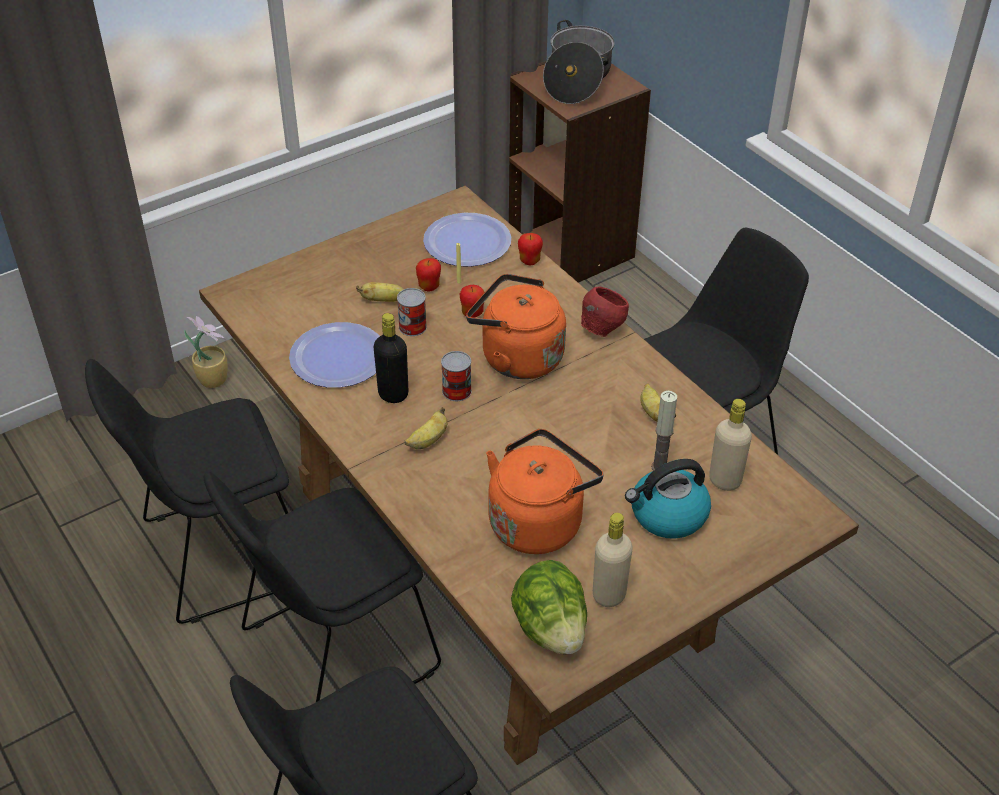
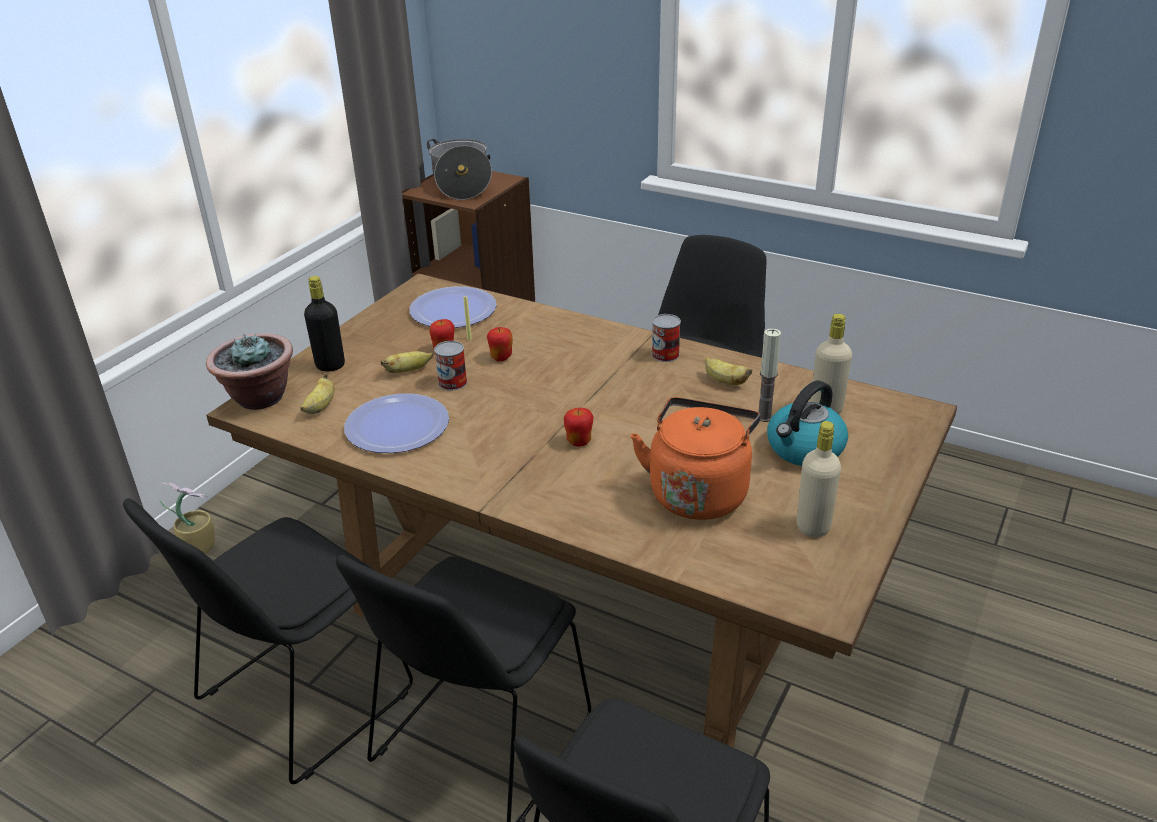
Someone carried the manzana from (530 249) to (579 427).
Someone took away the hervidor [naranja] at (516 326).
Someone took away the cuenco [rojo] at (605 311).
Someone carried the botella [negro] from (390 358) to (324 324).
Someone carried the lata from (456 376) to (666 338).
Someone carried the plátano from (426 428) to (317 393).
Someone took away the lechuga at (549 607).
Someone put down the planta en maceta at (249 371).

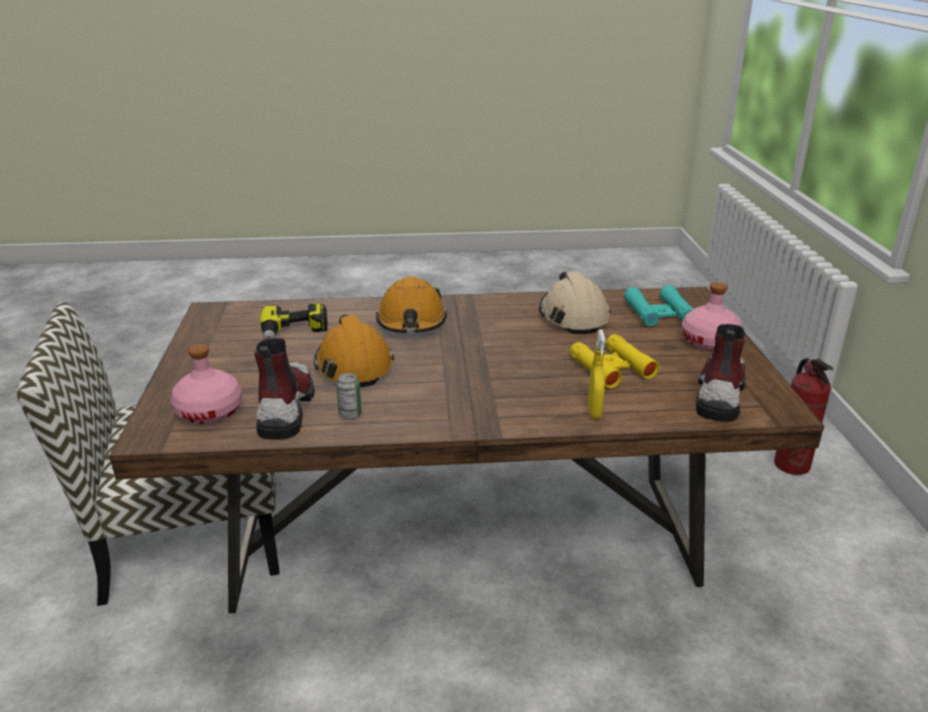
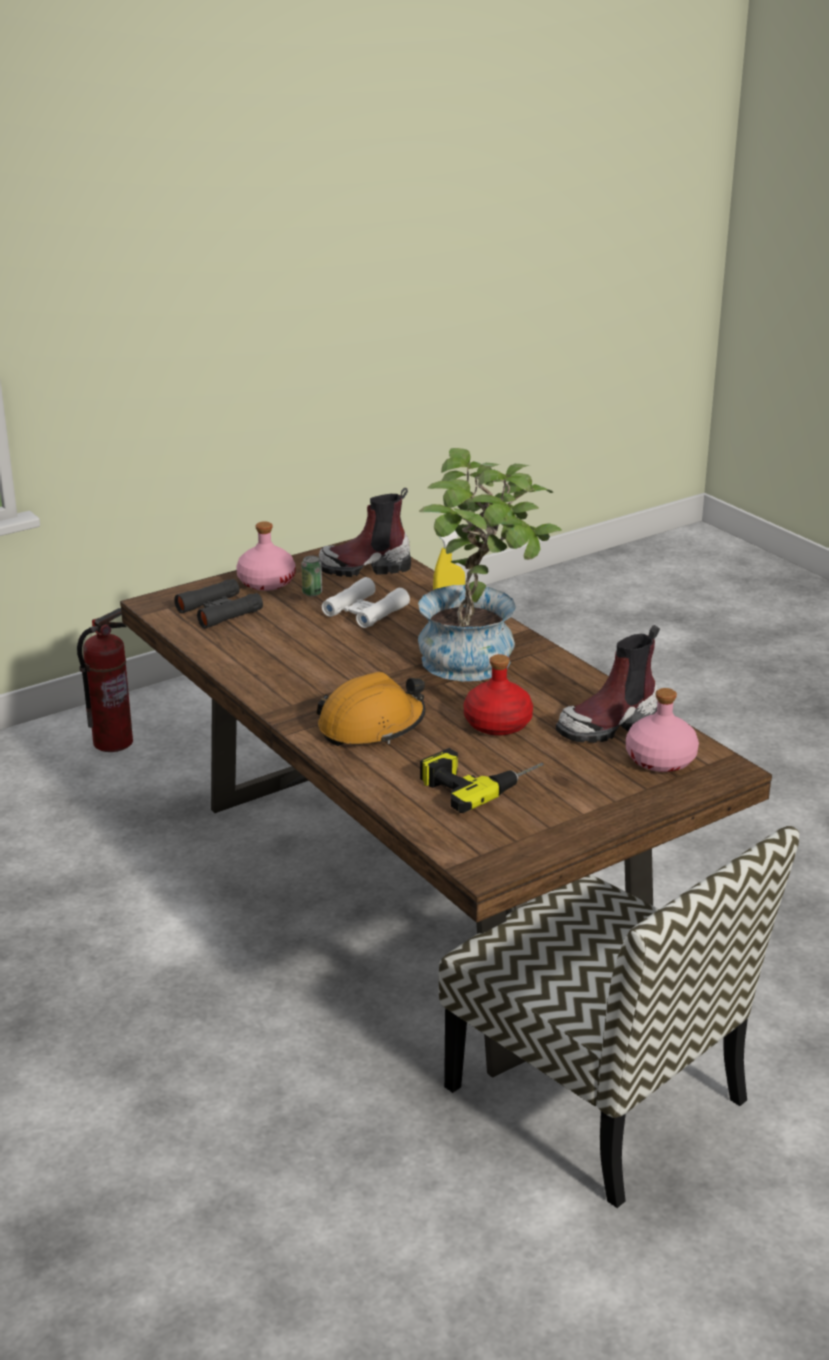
Someone took away the casco [beis] at (575 302).
Someone repainted the prismáticos [turquesa] at (659 305), which became the prismáticos [negro] at (218 604).
Someone swapped the casco [naranja] at (354 351) for the botella [rojo] at (498 695).
Someone repainted the prismáticos [amarillo] at (614 361), which became the prismáticos [blanco] at (366 602).
Someone carried the lata from (349 396) to (311 576).
Someone put down the planta en maceta at (490 564).

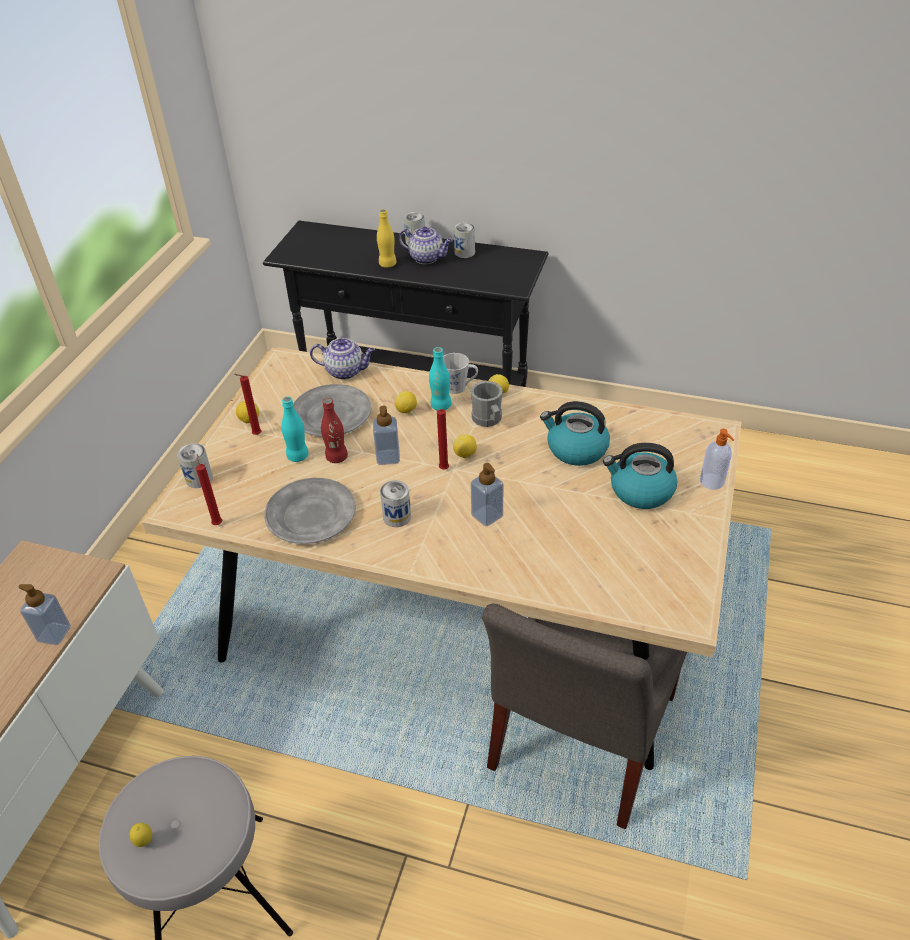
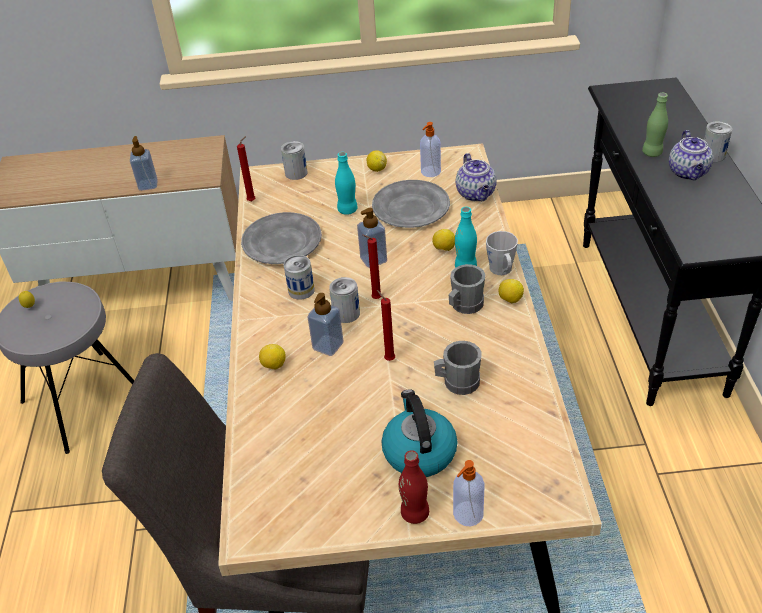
Someone repainted the botella [amarillo] at (386 238), which became the botella [verde] at (655 125).
Someone carried the lata from (464 240) to (344 300).
Someone carried the vela [rojo] from (247 404) to (386 325).
Someone carried the botella [rojo] from (334 430) to (414 487).
Someone swapped the hervidor at (575 433) for the taza grande [gris] at (458 368).
Someone carried the limón from (465 446) to (272 357).
Someone put down the dispensador de jabón at (430 149).

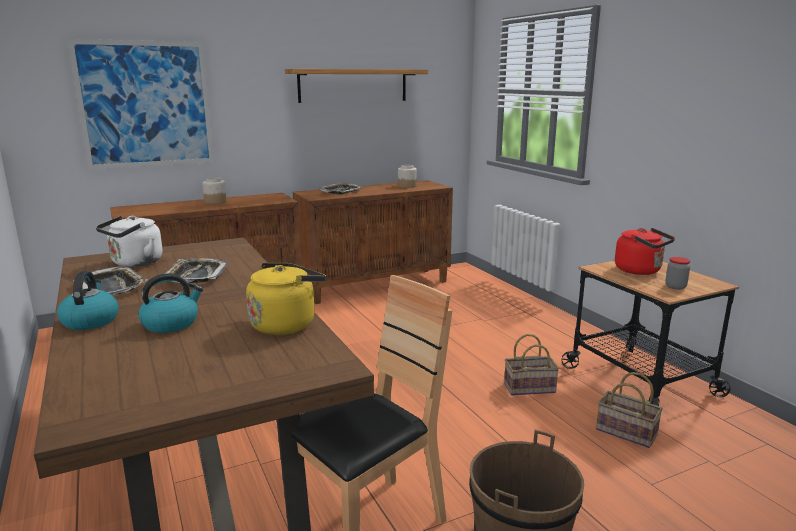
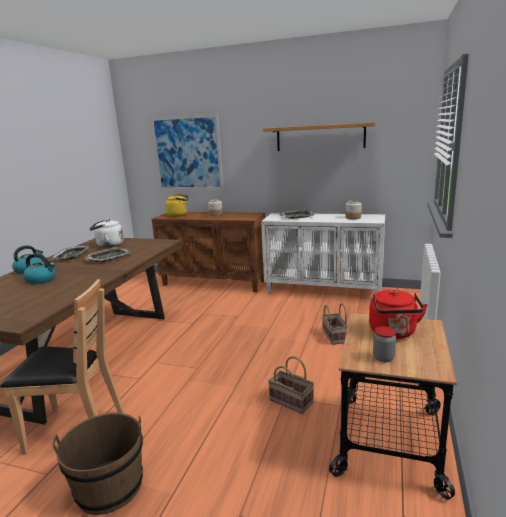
Someone repainted the armario [marrón] at (373 242), which became the armario [blanco] at (323 253).
Someone carried the hervidor [amarillo] from (286 299) to (177 205).
Someone carried the cesta from (629 410) to (335 324).

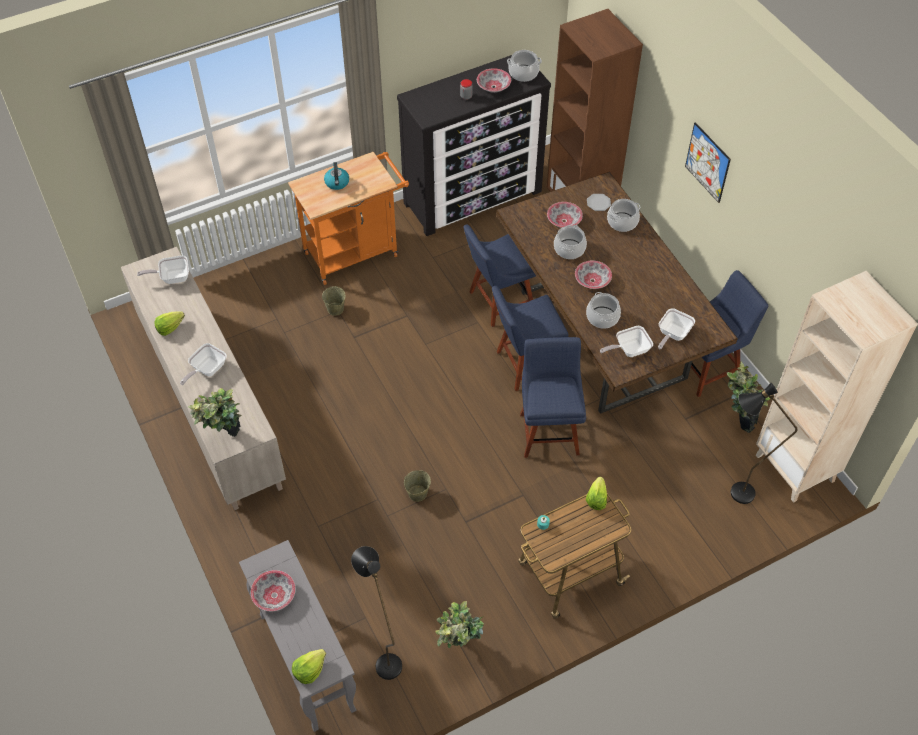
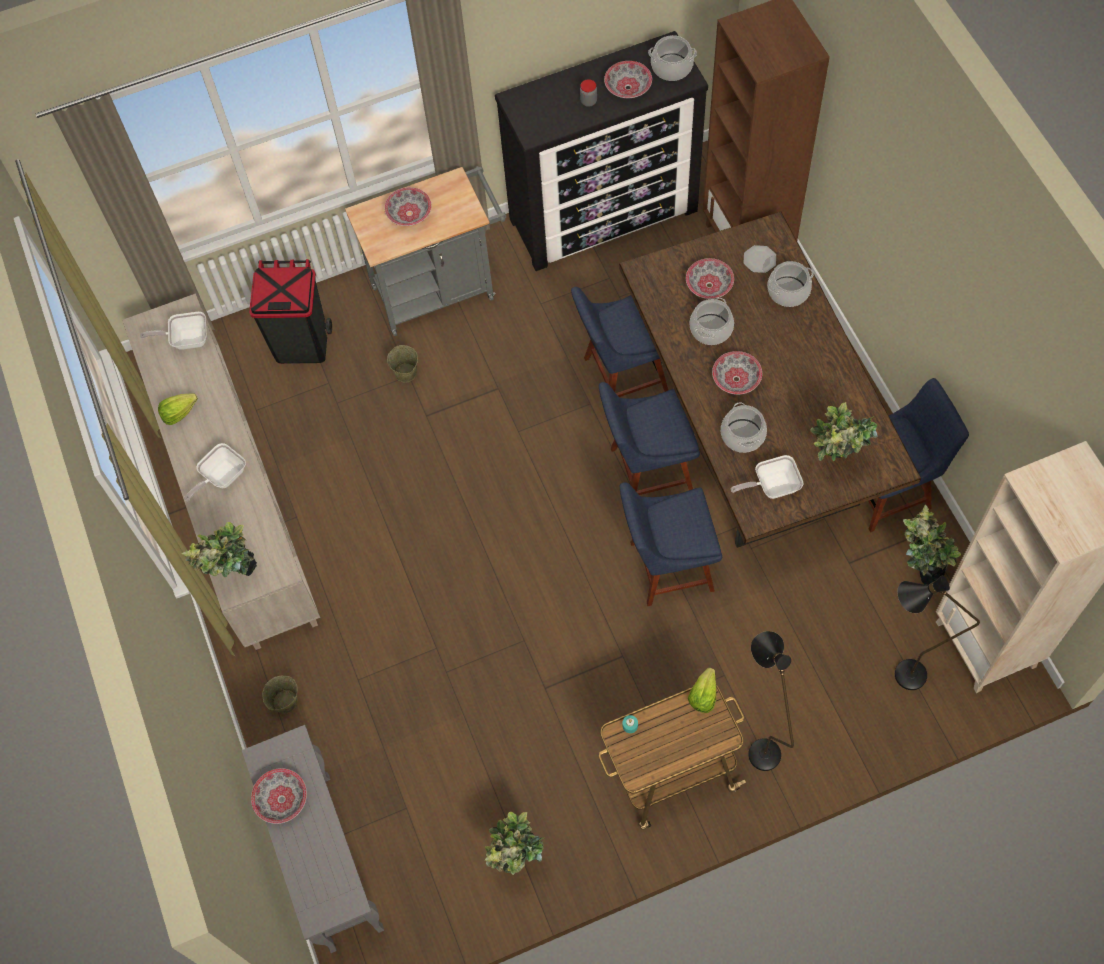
Someone took away the cuadro at (708 162).
Someone repainted the carrito [naranja] at (348 218), which became the carrito [gris] at (425 251).
Someone swapped the hervidor at (336 176) for the cuenco at (408 206).
Someone swapped the sartén at (676 328) for the planta en maceta at (844 431).
Someone rotated the silla [azul] at (553 397) by 105 degrees counterclockwise.
Someone carried the cubo [beis] from (417 486) to (280 695).
Someone carried the lámpara de pie [negro] from (376 613) to (771 701).
Someone took away the lechuga at (309 666).
Someone put down the papelera [negro] at (290 311).

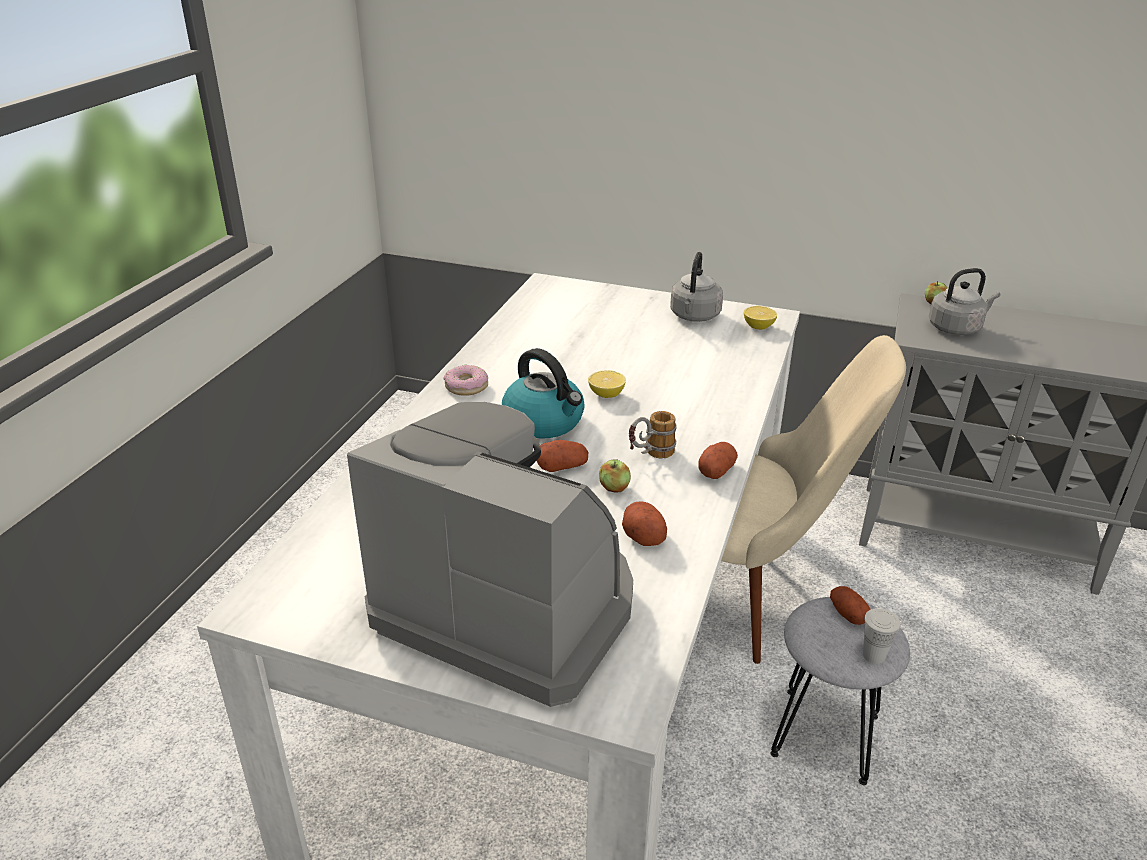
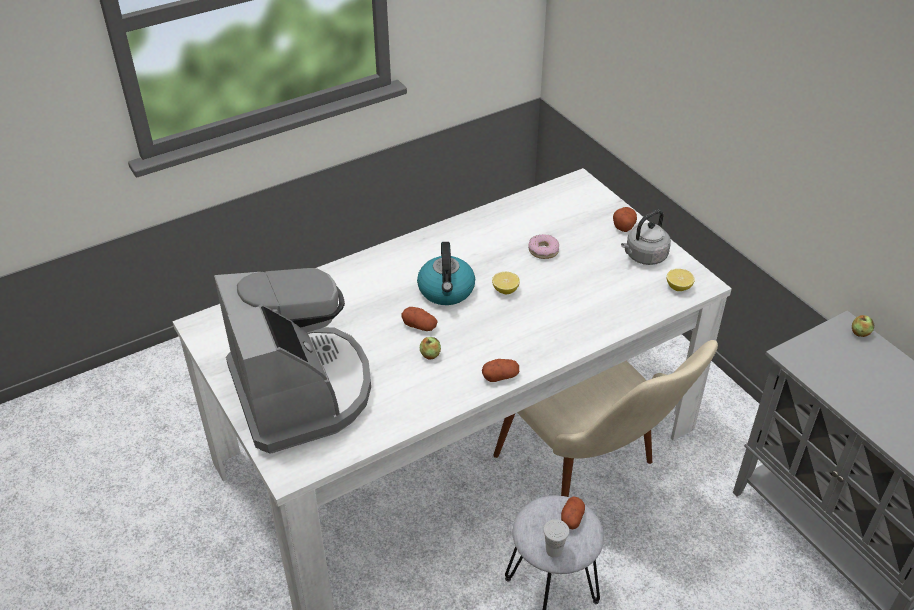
Someone took away the hervidor [gris] at (964 301).
Someone carried the rosquilla from (465 380) to (543 246).
Someone took away the taza grande at (653 434).
Someone carried the patata from (644 523) to (625 219).

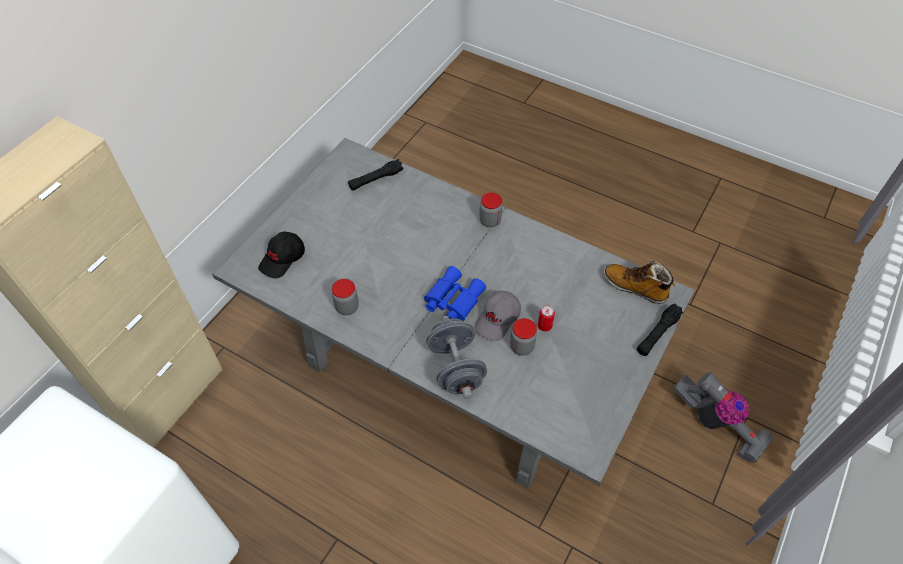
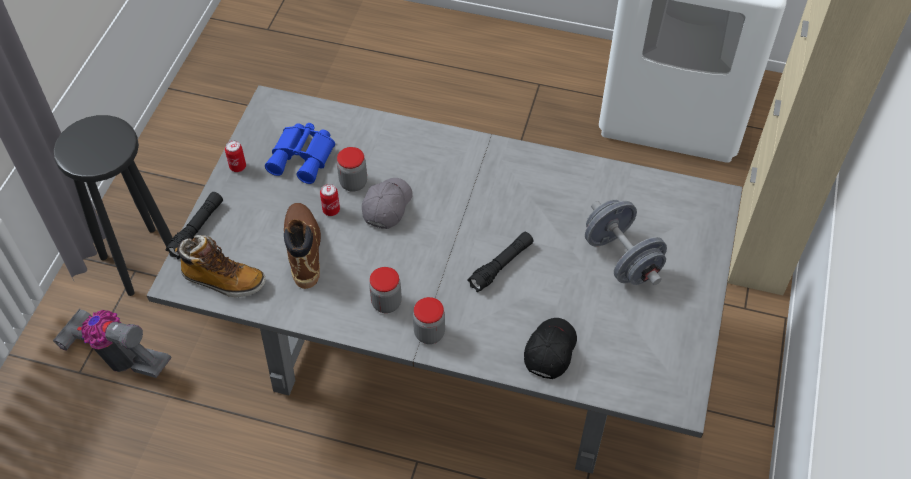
Someone carried the linterna [negro] from (376 175) to (500 262).
Someone carried the gorra [negro] from (281 255) to (550 348).
Someone carried the prismáticos [azul] from (455 293) to (300 153).
Someone carried the tarro from (345 297) to (385 290).
Someone carried the mancuerna [gris] from (456 357) to (626 242).
Someone put down the taburete [negro] at (113 205).
Someone put down the lata at (235 156).
Someone put down the bota [marrón] at (302 246).

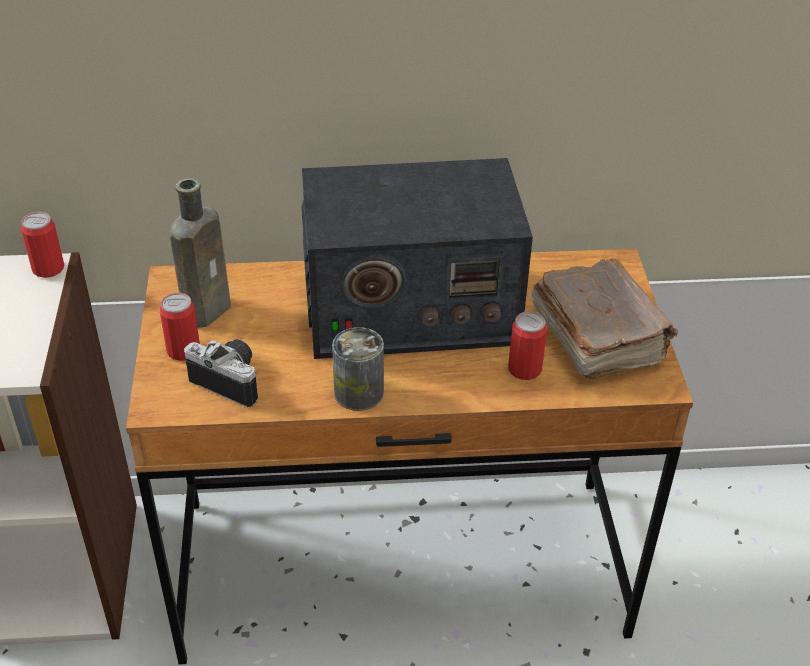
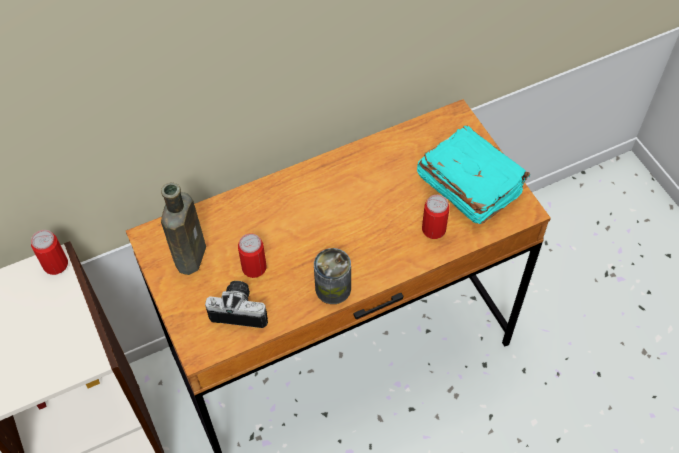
Someone took away the radio at (417 258).
Someone repainted the libro [marrón] at (604 318), which became the libro [turquesa] at (473 175).
Someone carried the lata from (180 327) to (252 255).

